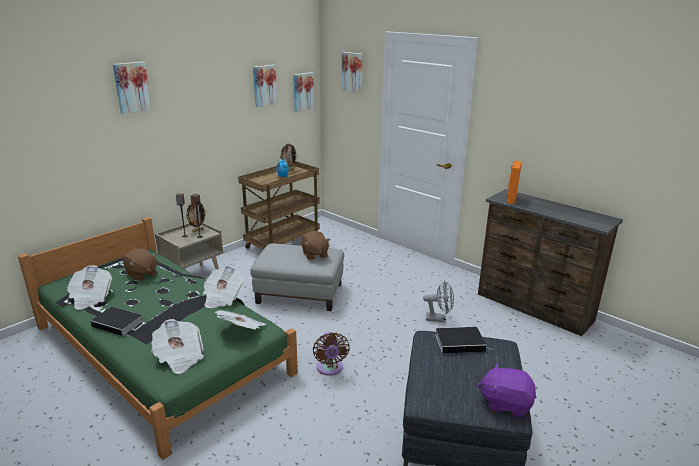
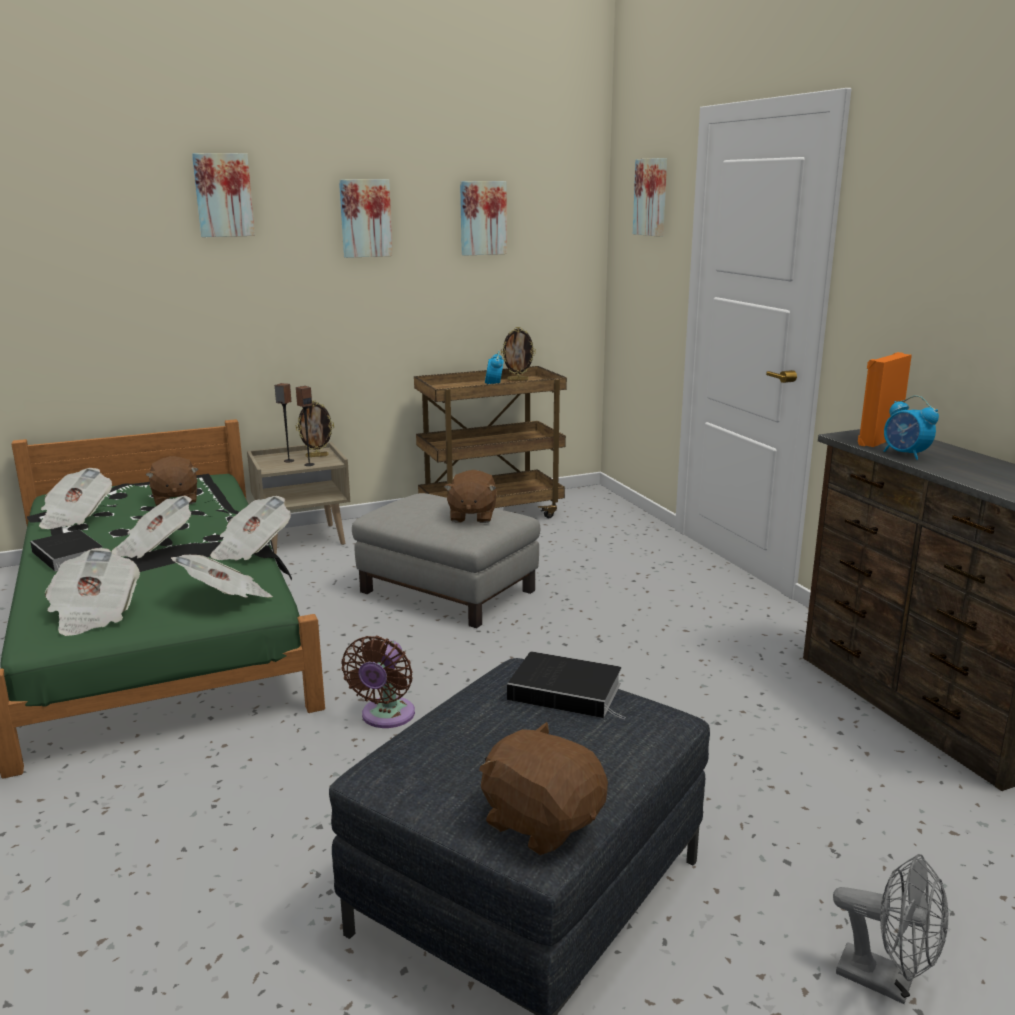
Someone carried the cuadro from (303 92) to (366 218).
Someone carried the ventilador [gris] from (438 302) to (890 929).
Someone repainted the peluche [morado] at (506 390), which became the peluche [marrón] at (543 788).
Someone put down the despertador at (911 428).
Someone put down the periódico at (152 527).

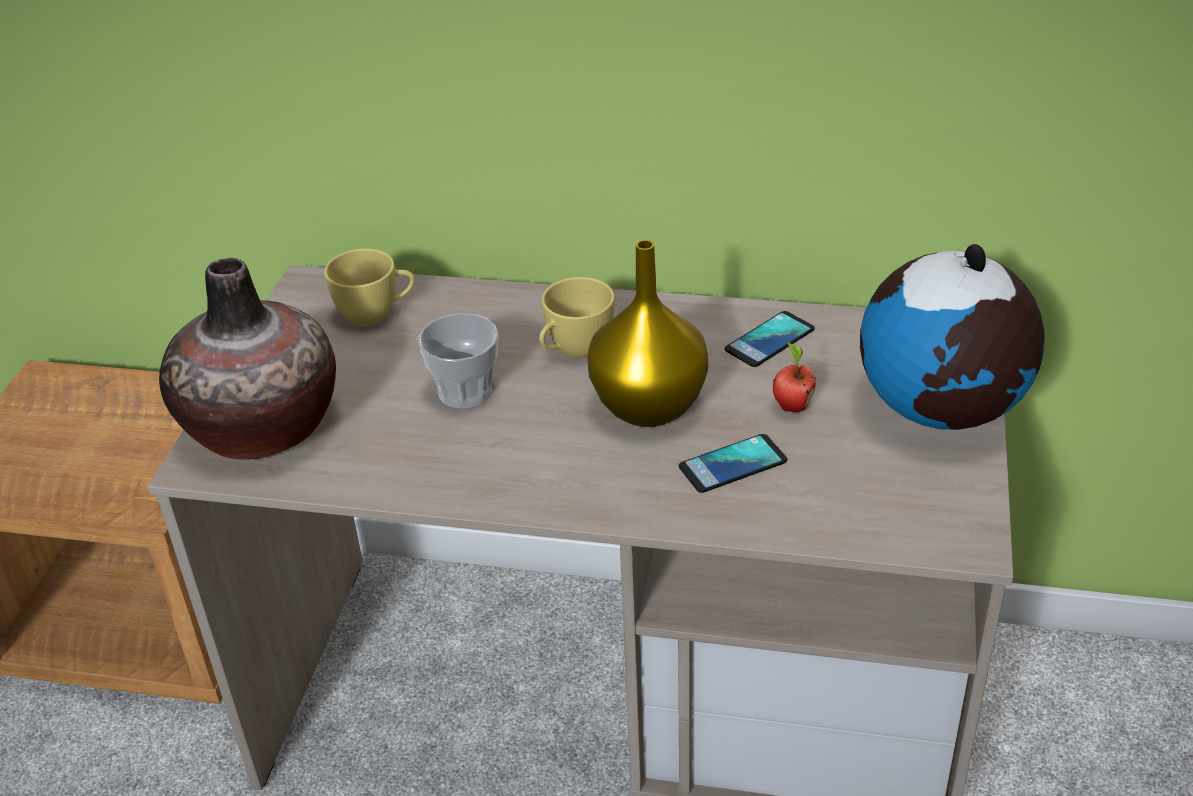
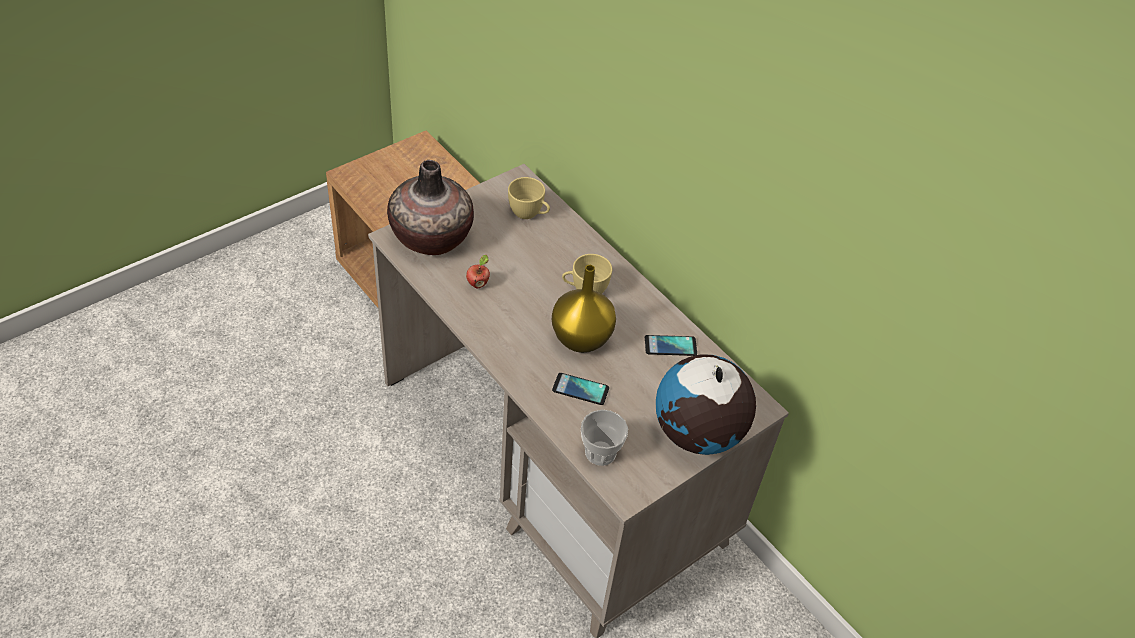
Someone carried the taza from (458 361) to (604 438).
Someone carried the manzana from (794 377) to (478 271).

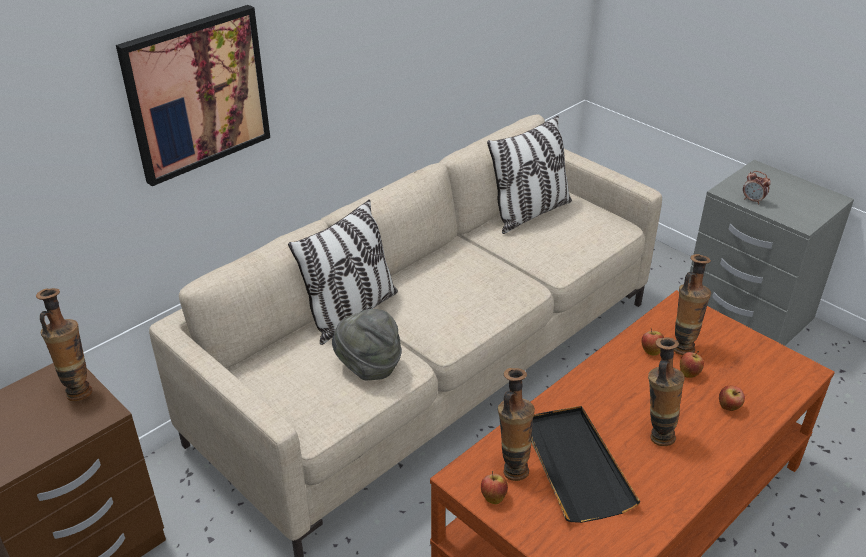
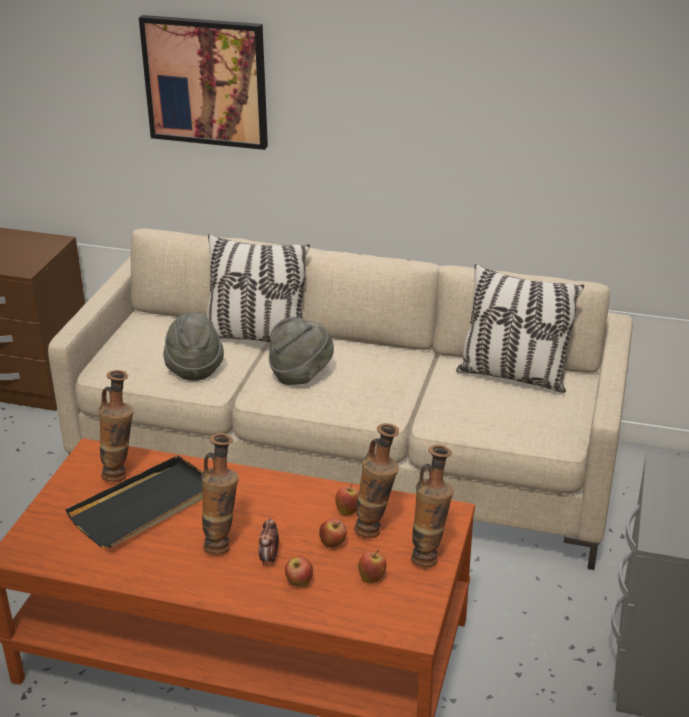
Someone carried the despertador from (757 187) to (269 542).
Someone carried the florero from (64 344) to (432 506).
Someone carried the manzana from (494 487) to (372 566).
Someone put down the sombrero [gris] at (301 351).

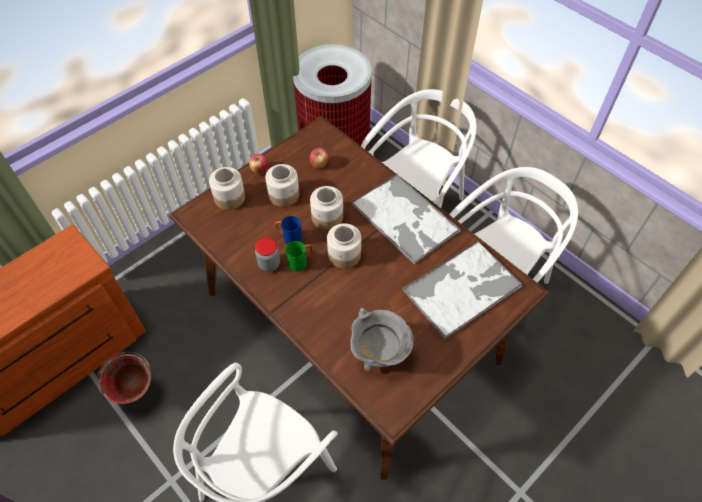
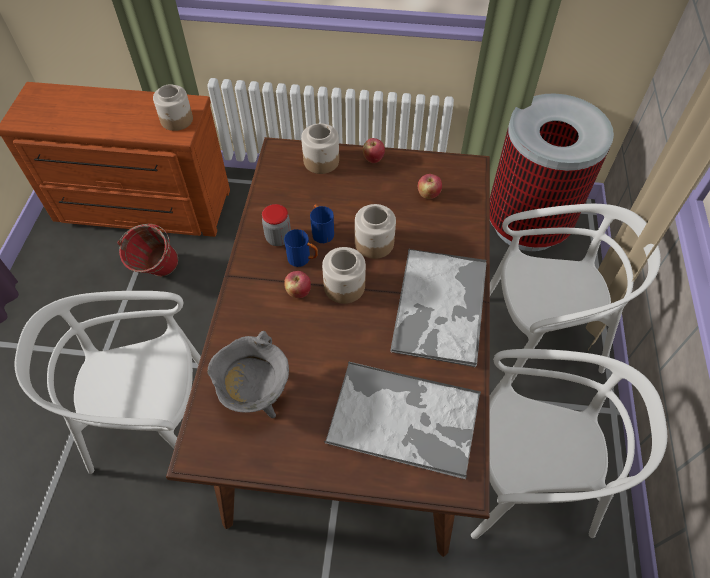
Someone carried the tarro from (282 185) to (173 107).
Someone repainted the taza grande [verde] at (299 256), which became the taza grande [azul] at (301 248).
Someone put down the manzana at (297 284).

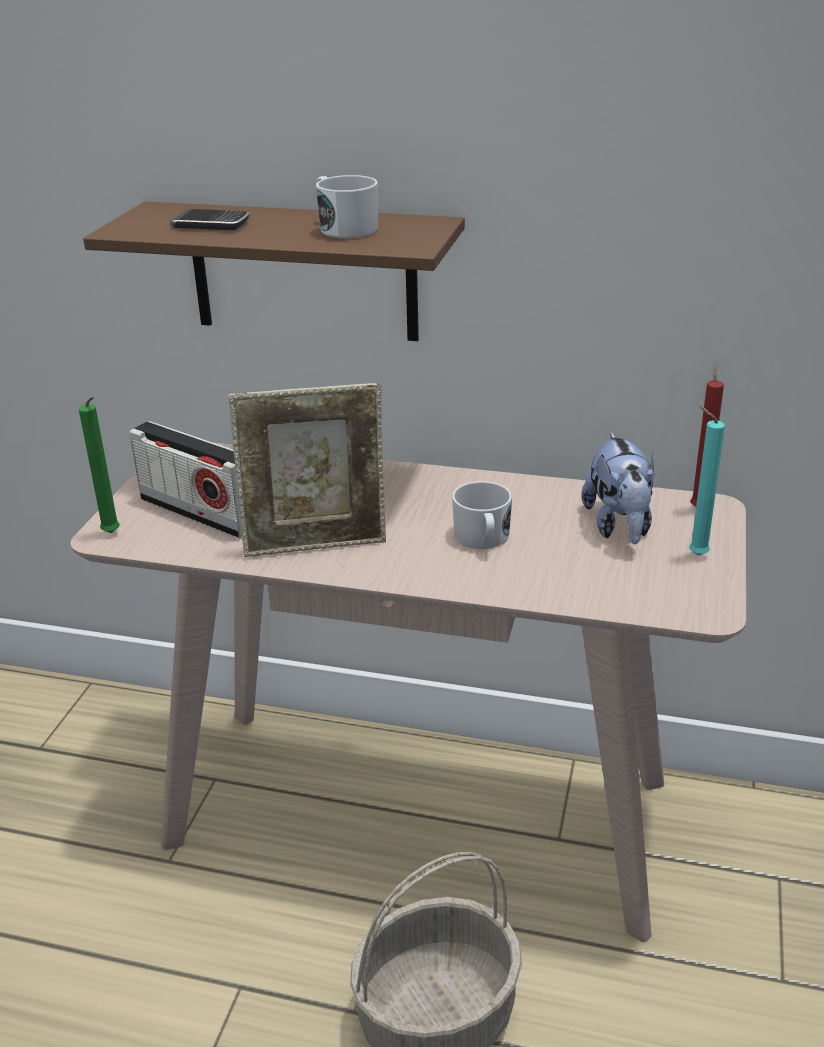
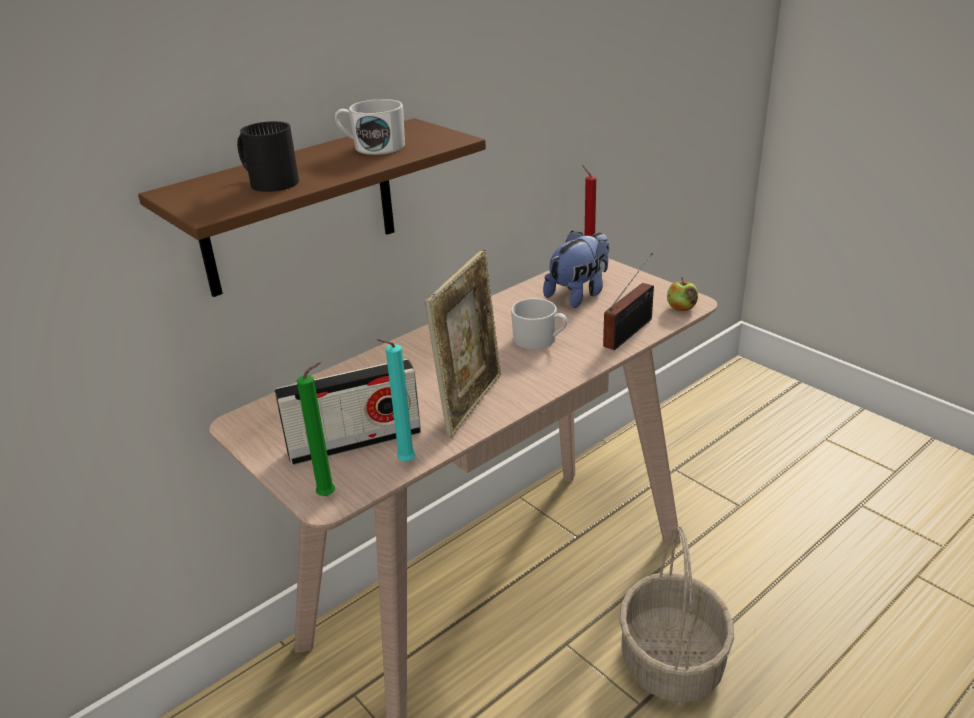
Someone swapped the móvil at (209 219) for the taza grande [negro] at (268 156).
Someone carried the vela [turquesa] from (707 481) to (396 400).
Someone rotated the peluche at (618 488) by 75 degrees counterclockwise.
Someone put down the radio at (628 301).
Someone put down the manzana at (682 294).

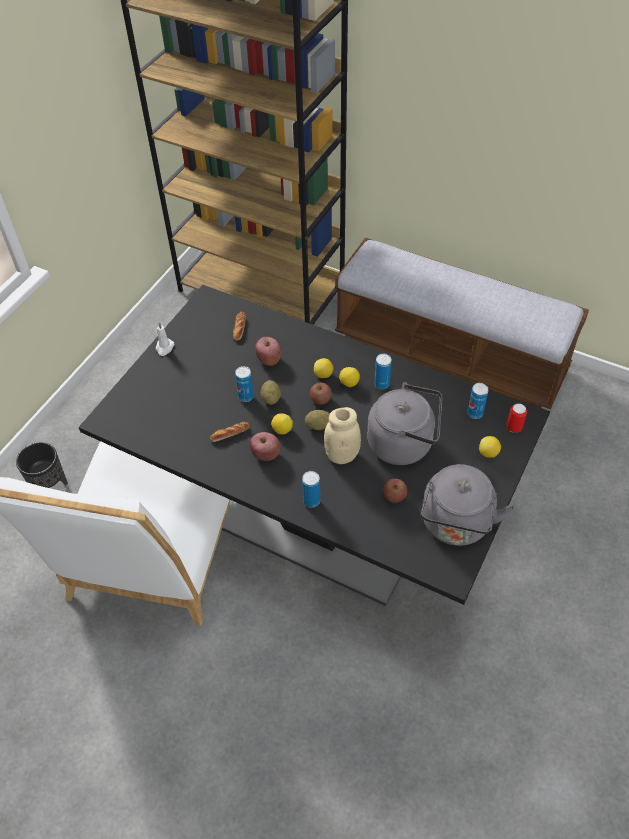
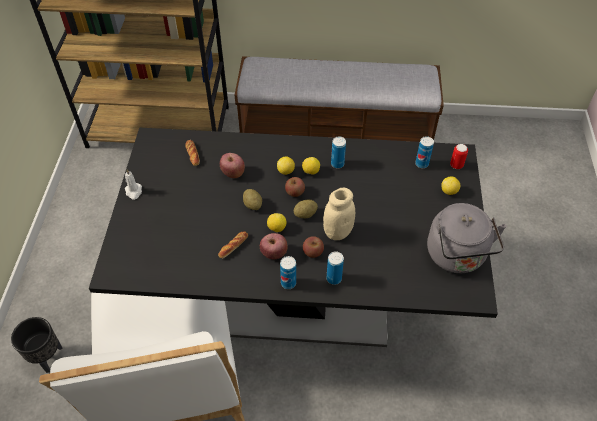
Someone carried the lata from (244 384) to (288 272).
Someone took away the hervidor [gris] at (405 423).
Someone carried the manzana from (395 490) to (313 247).

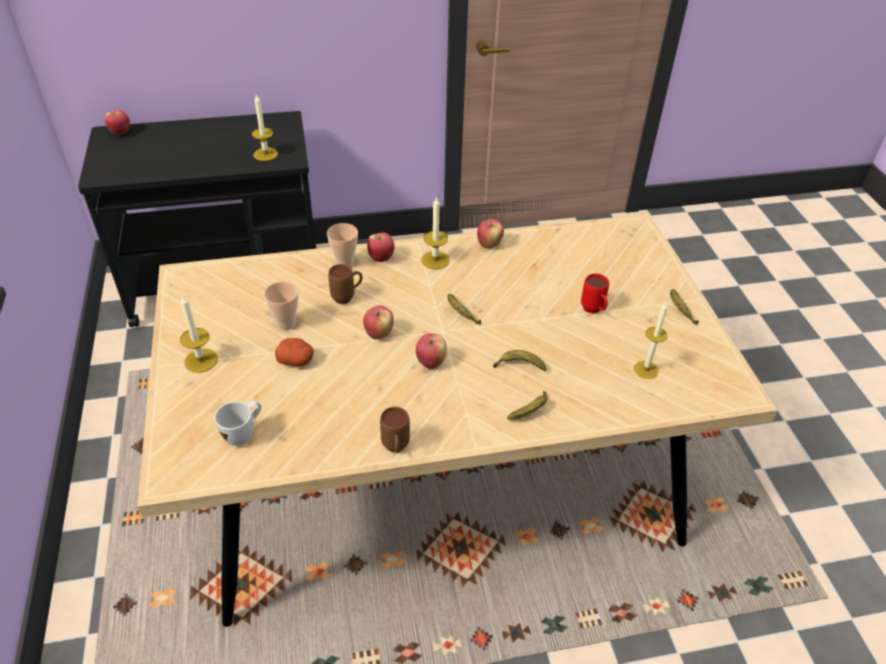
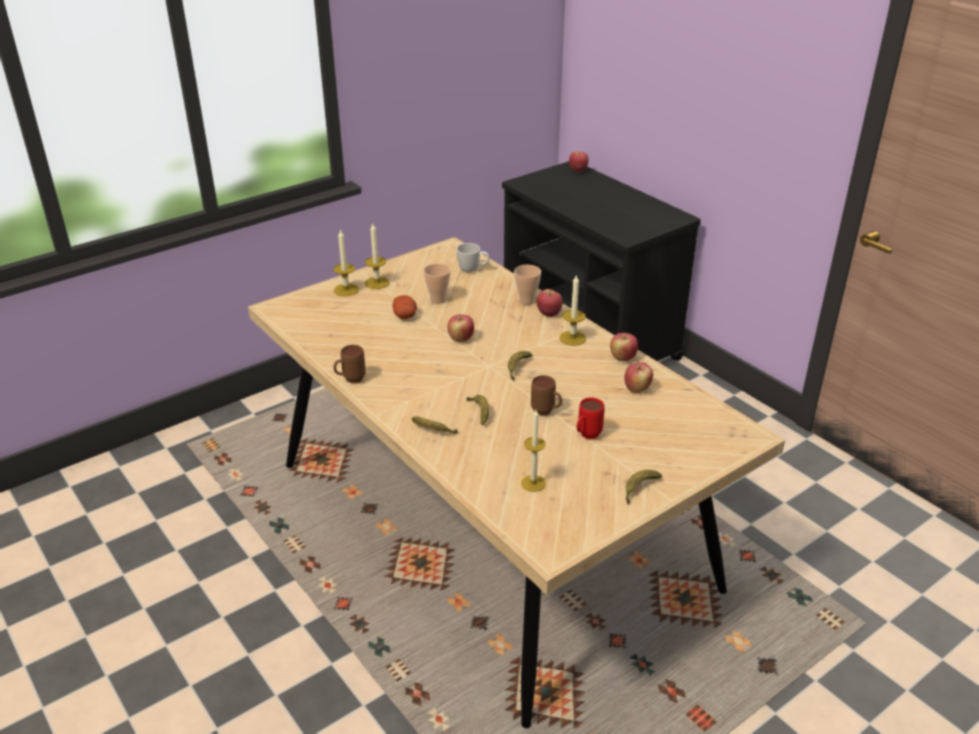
Someone carried the vela from (265 127) to (346 262).
Someone carried the taza grande [marrón] from (345 284) to (546 395).
Someone carried the manzana from (431 351) to (638 377).
Someone carried the taza grande [blanco] from (237 423) to (473 257).

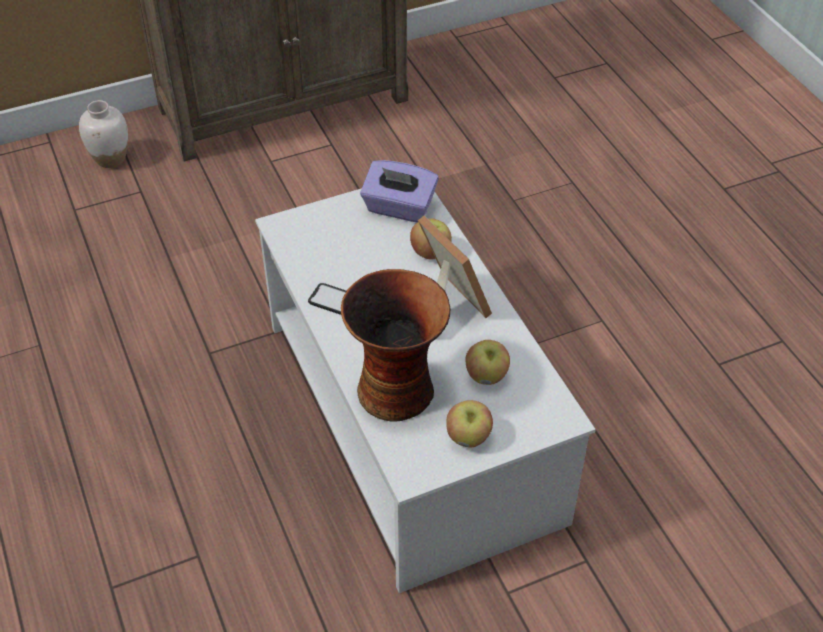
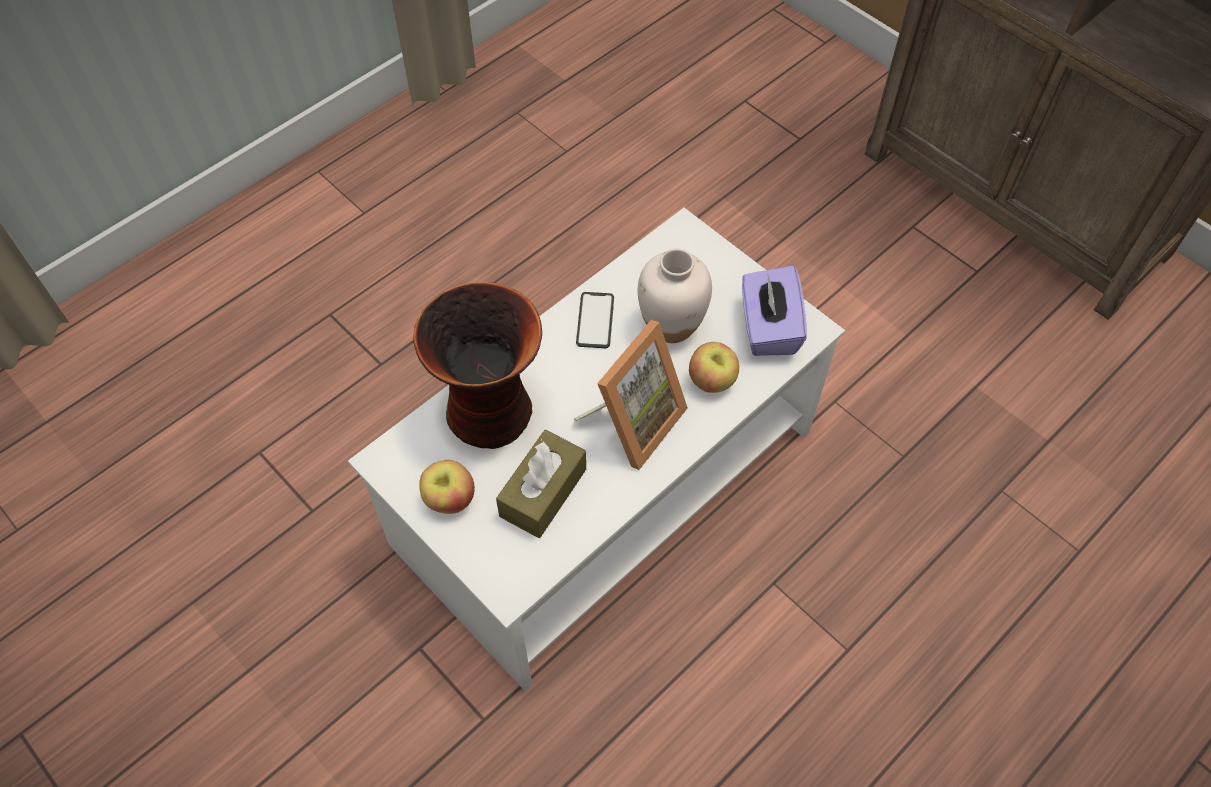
Someone carried the florero [blanco] from (103 134) to (675 295).
Someone swapped the manzana at (488 362) for the caja de pañuelos [marrón] at (541 484).

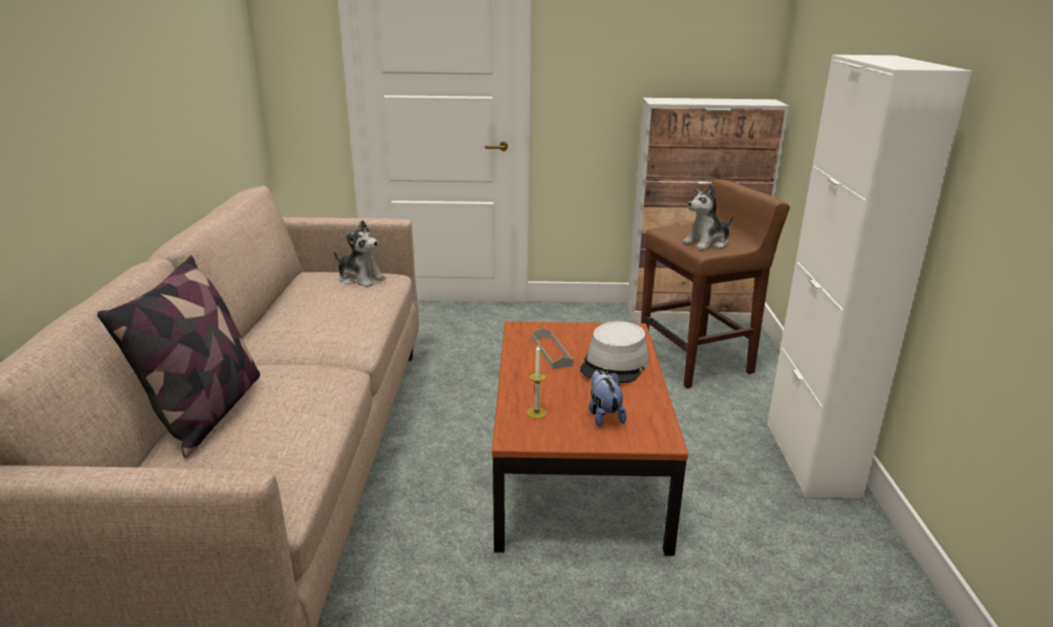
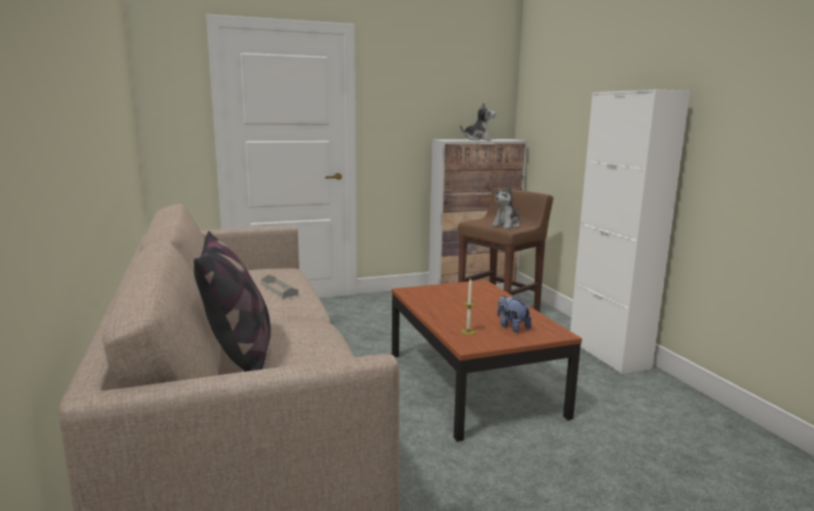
Someone carried the peluche from (360 254) to (478 121).
Someone took away the sombrero [gris] at (614 352).
Someone carried the bandeja [gris] from (553 348) to (280 286).

